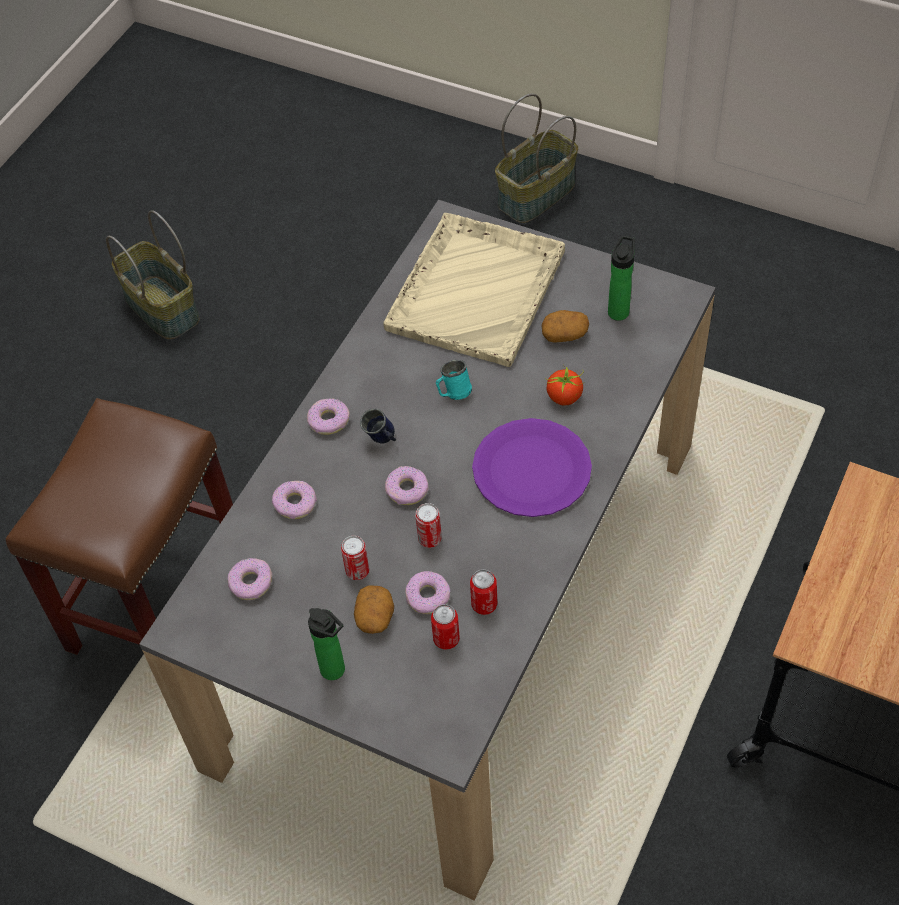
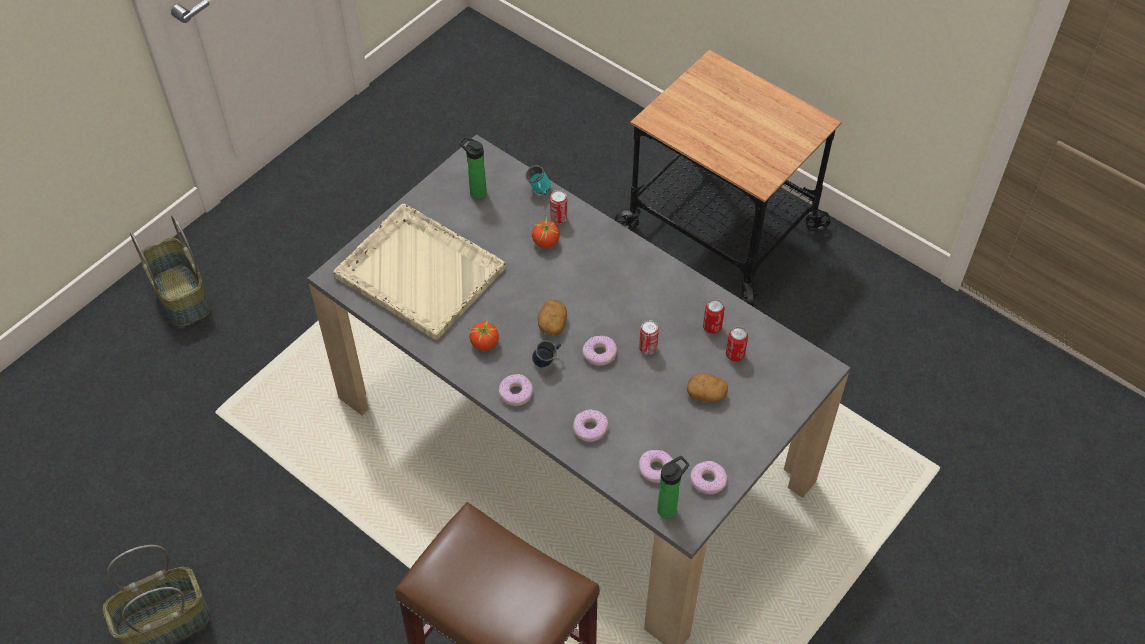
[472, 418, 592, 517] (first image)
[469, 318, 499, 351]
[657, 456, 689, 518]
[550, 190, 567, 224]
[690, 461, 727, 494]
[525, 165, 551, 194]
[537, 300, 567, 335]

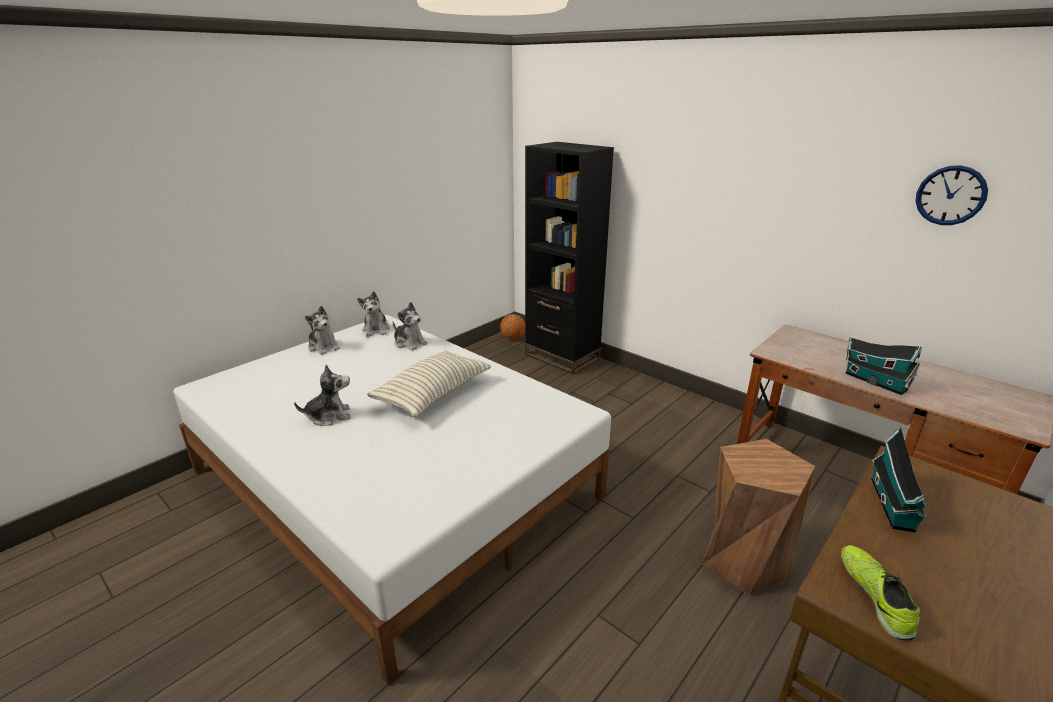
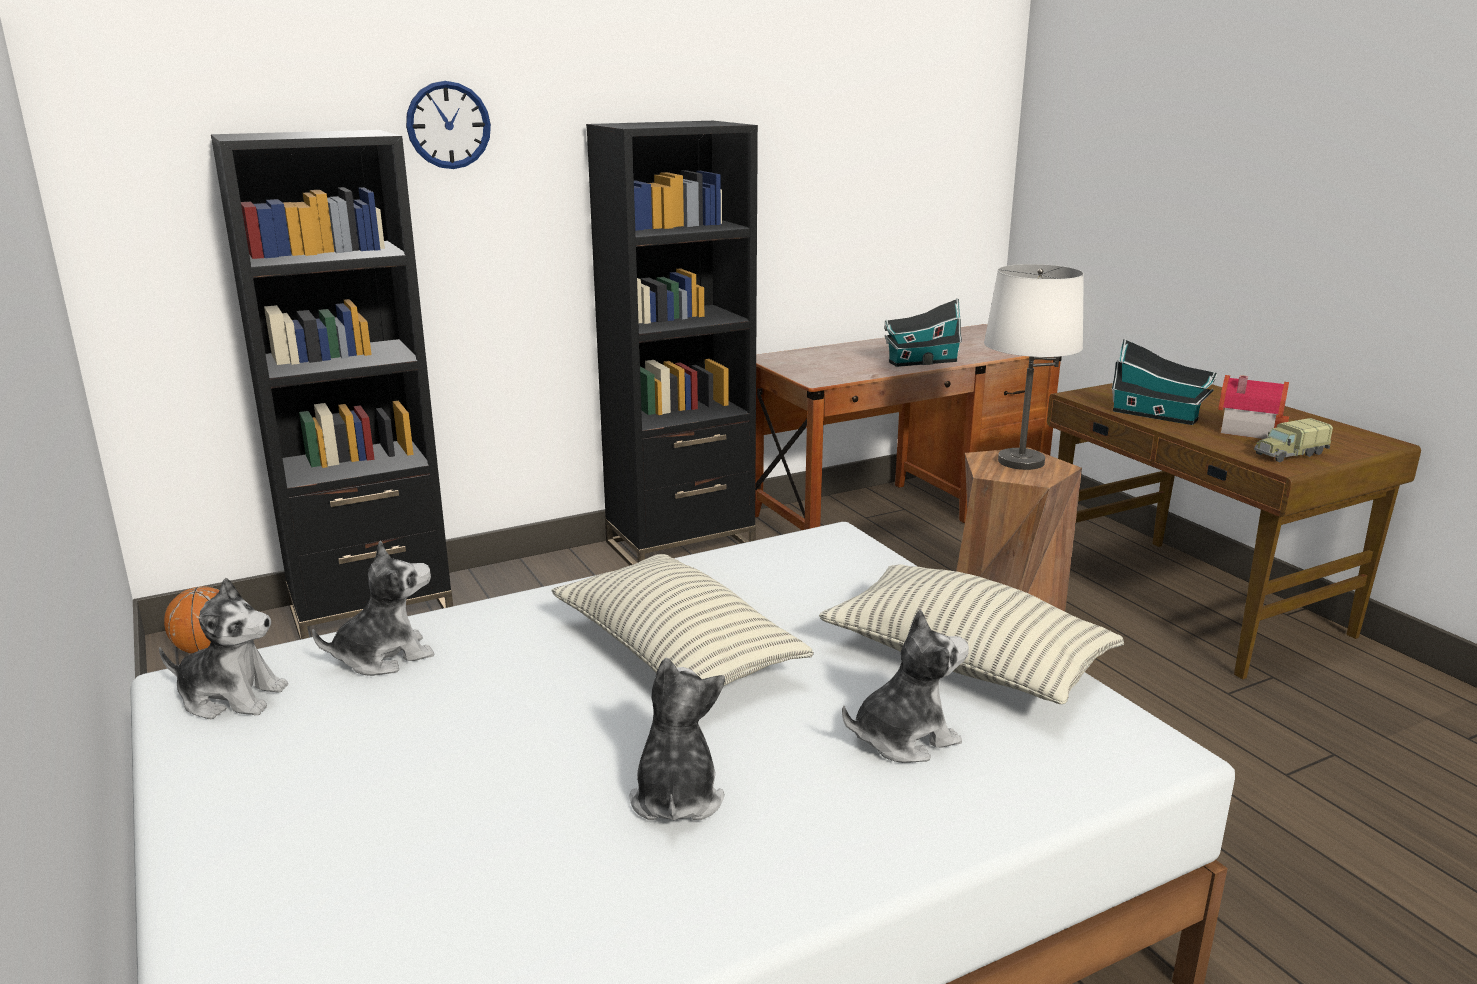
[586, 121, 758, 565]
[819, 564, 1124, 704]
[984, 264, 1084, 470]
[1218, 375, 1289, 439]
[842, 609, 969, 763]
[406, 81, 491, 169]
[1254, 418, 1333, 462]

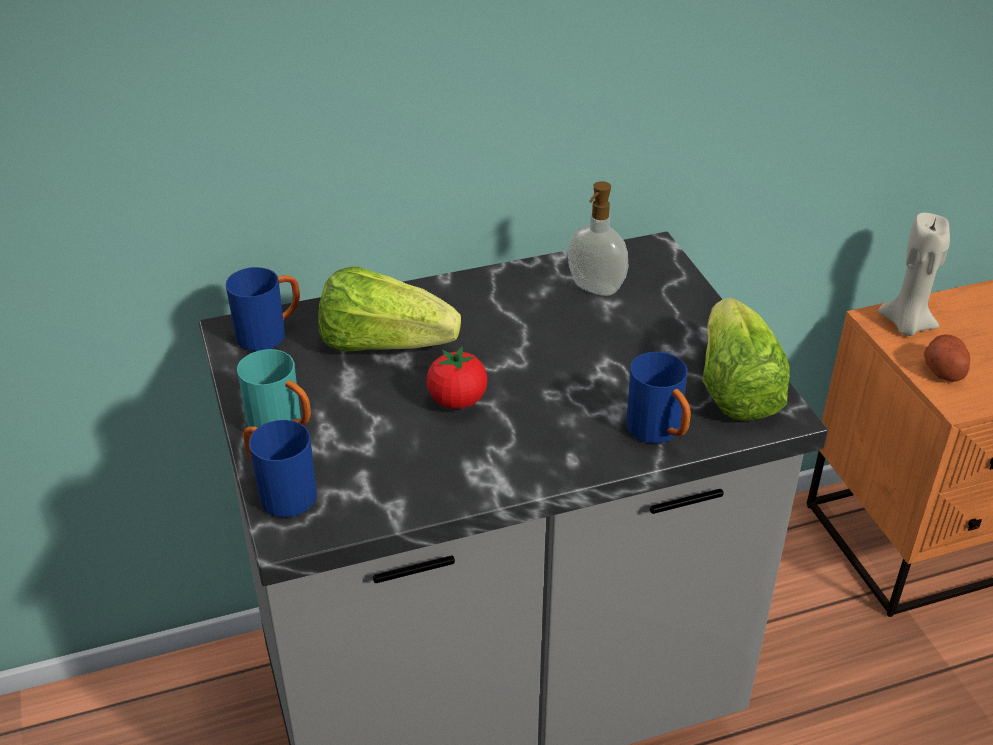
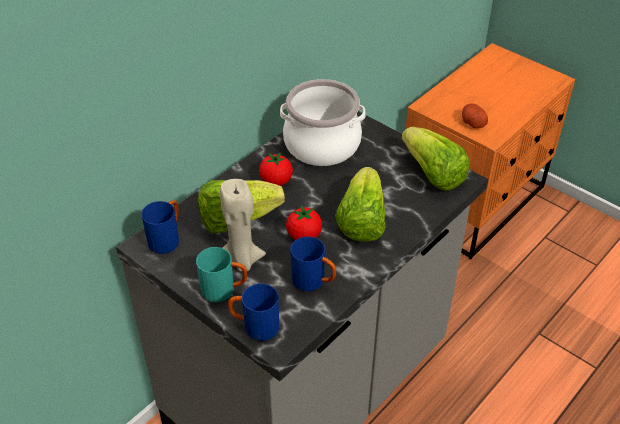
[259, 152, 293, 186]
[335, 167, 386, 242]
[290, 237, 336, 291]
[220, 179, 266, 271]
[280, 79, 366, 166]

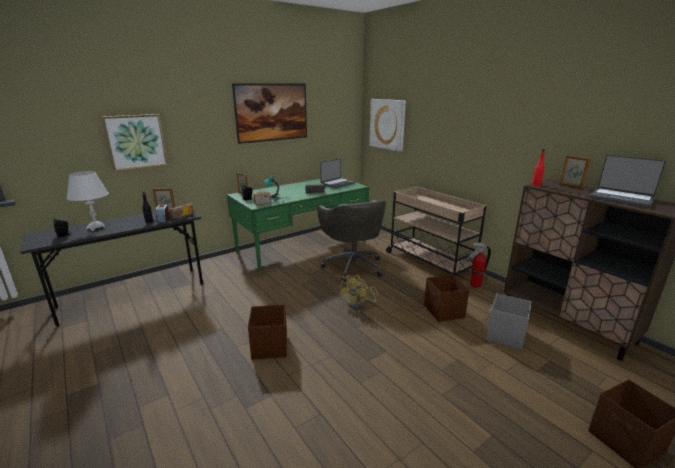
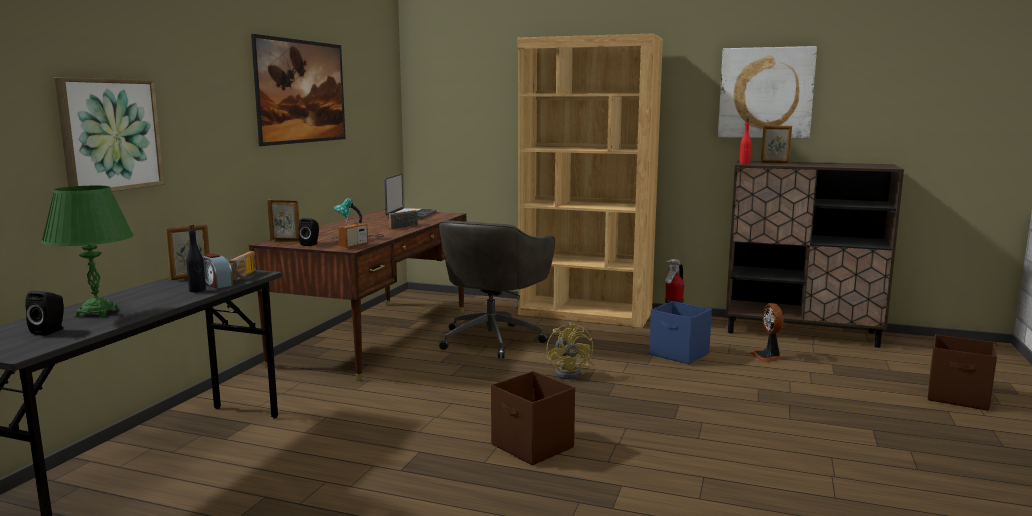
[590, 154, 666, 208] (first image)
[718, 46, 817, 139]
[518, 34, 663, 328]
[751, 303, 784, 362]
[41, 186, 133, 317]
[249, 209, 466, 381]
[649, 301, 712, 364]
[439, 220, 555, 358]

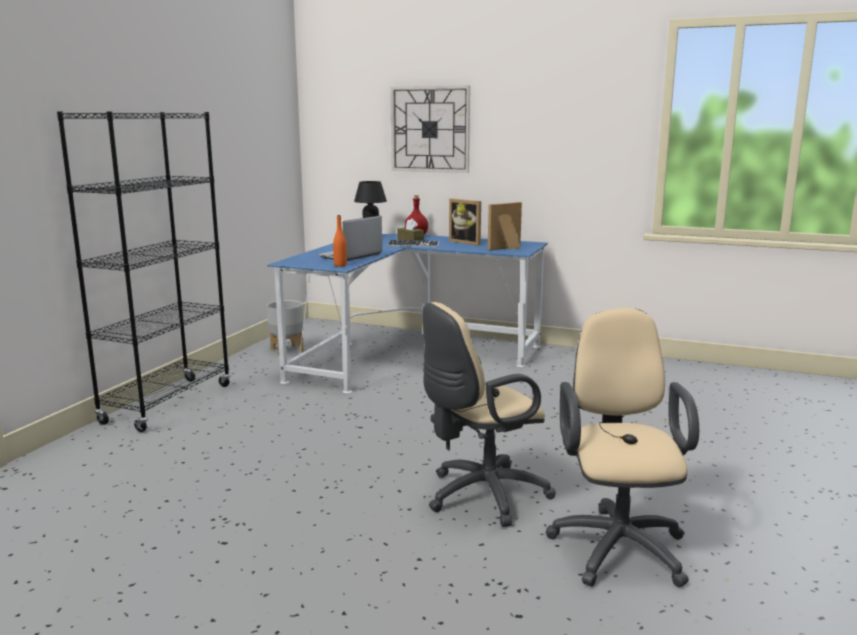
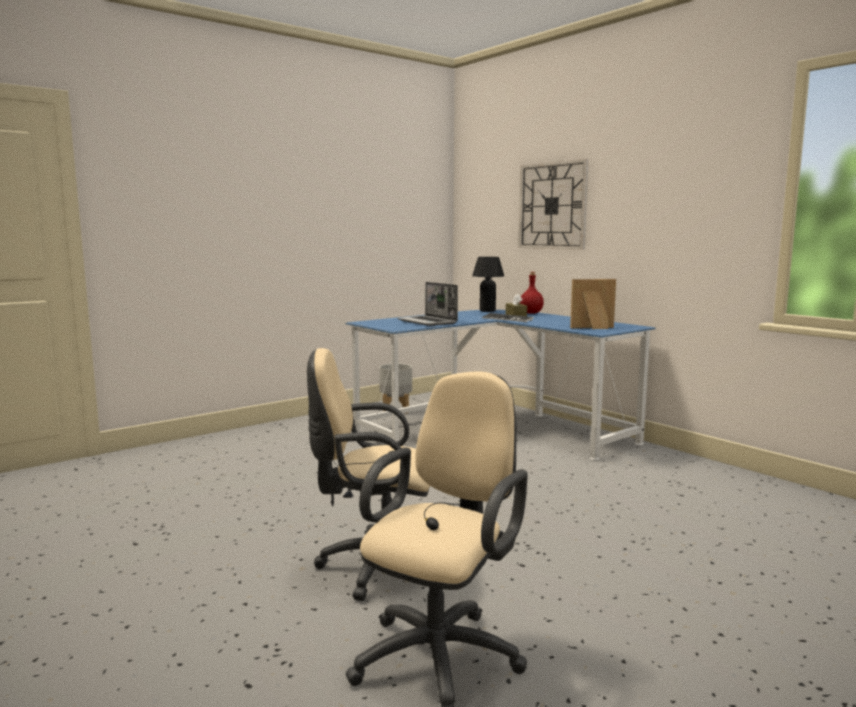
[57, 111, 230, 432] (first image)
[333, 215, 347, 267] (first image)
[449, 198, 481, 246] (first image)
[397, 282, 458, 326]

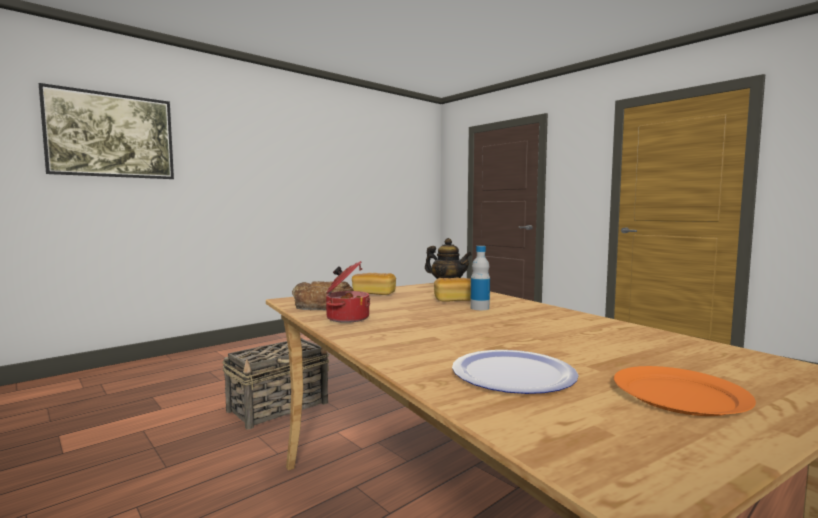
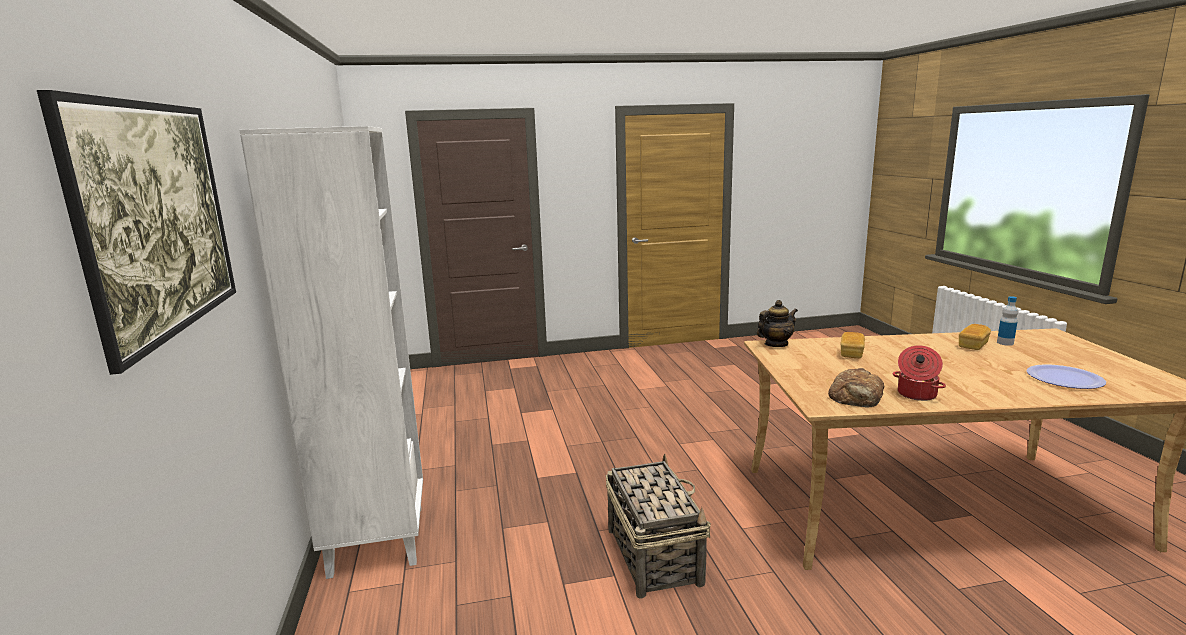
[614, 366, 756, 416] (first image)
[239, 126, 423, 579]
[959, 324, 991, 350]
[997, 296, 1018, 346]

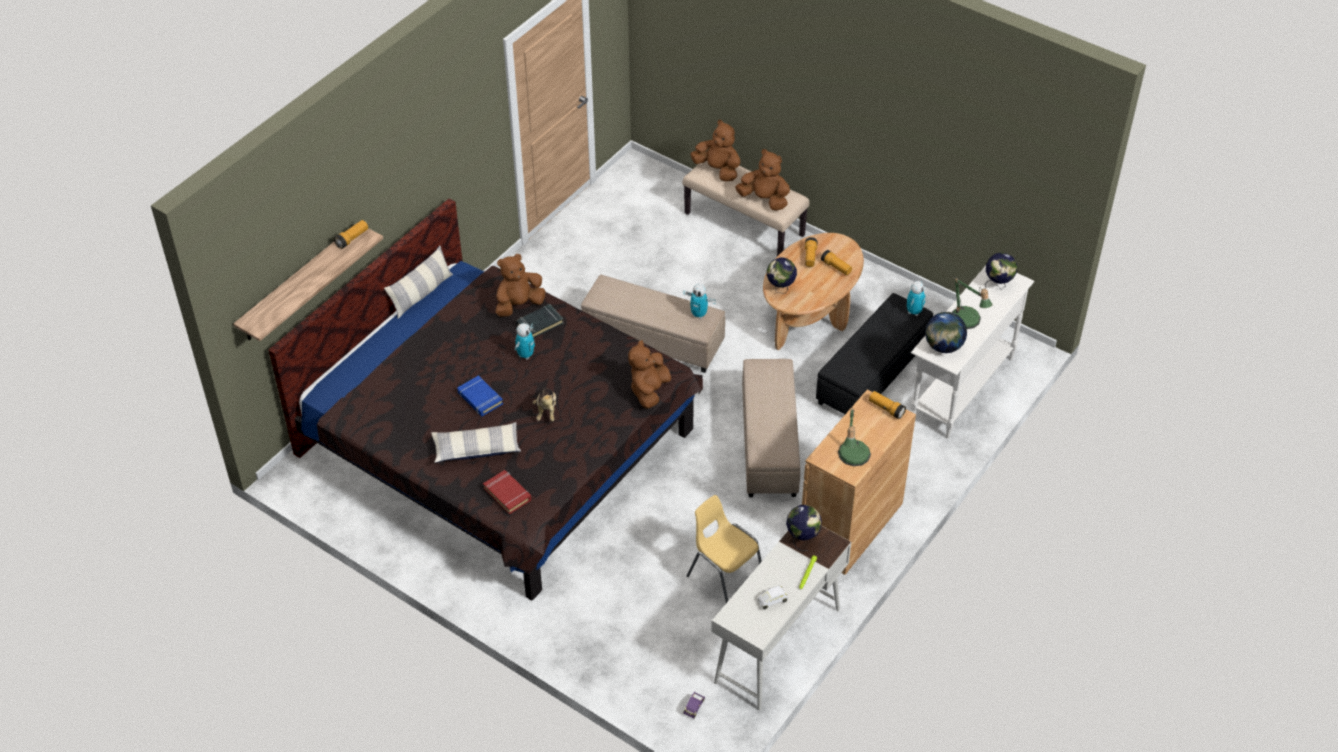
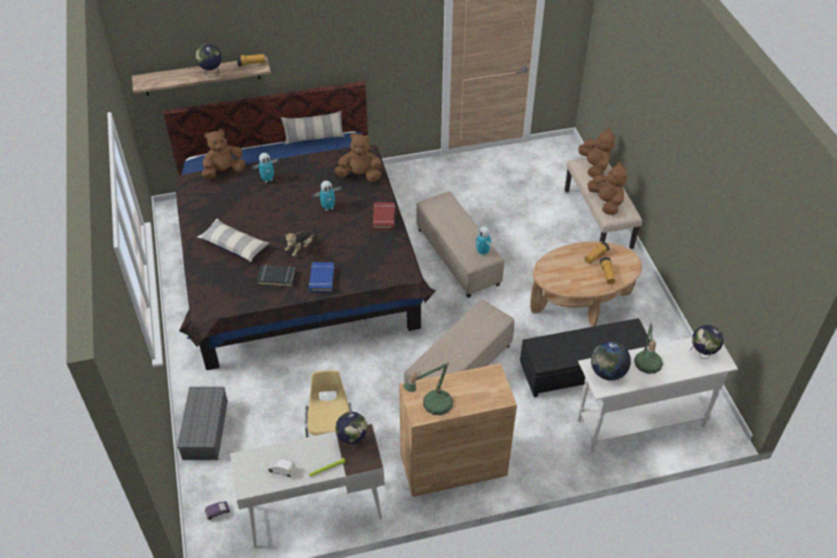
[869, 391, 906, 419] (first image)
[177, 387, 228, 460]
[309, 262, 334, 292]
[373, 202, 395, 229]
[257, 265, 295, 287]
[201, 129, 245, 179]
[195, 44, 222, 78]
[252, 153, 279, 182]

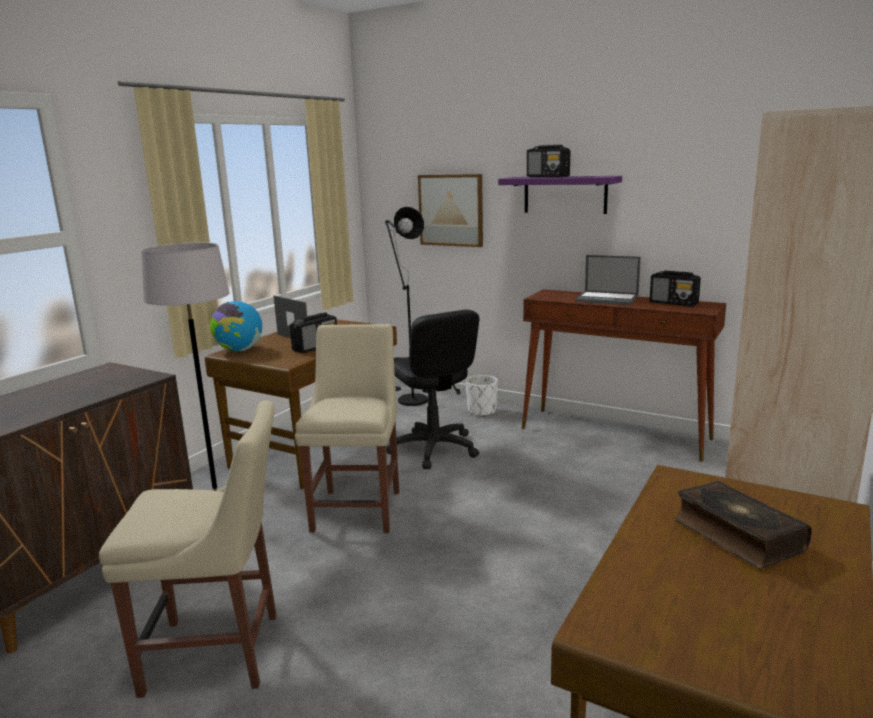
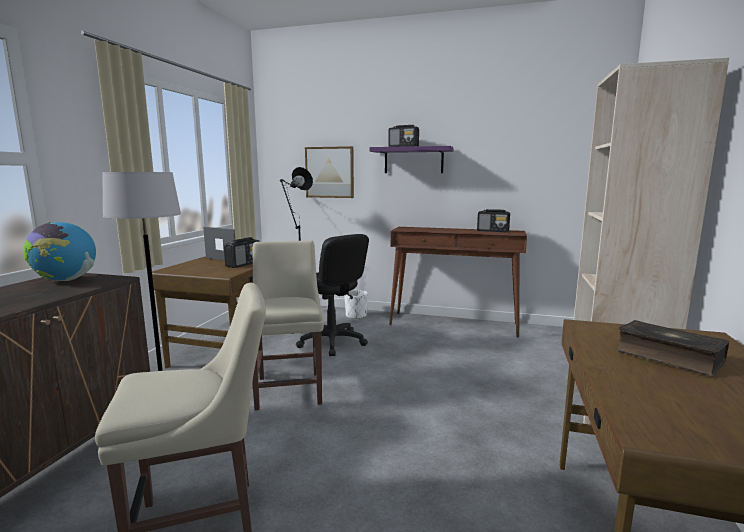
[575, 255, 640, 305] (first image)
[23, 222, 96, 281]

